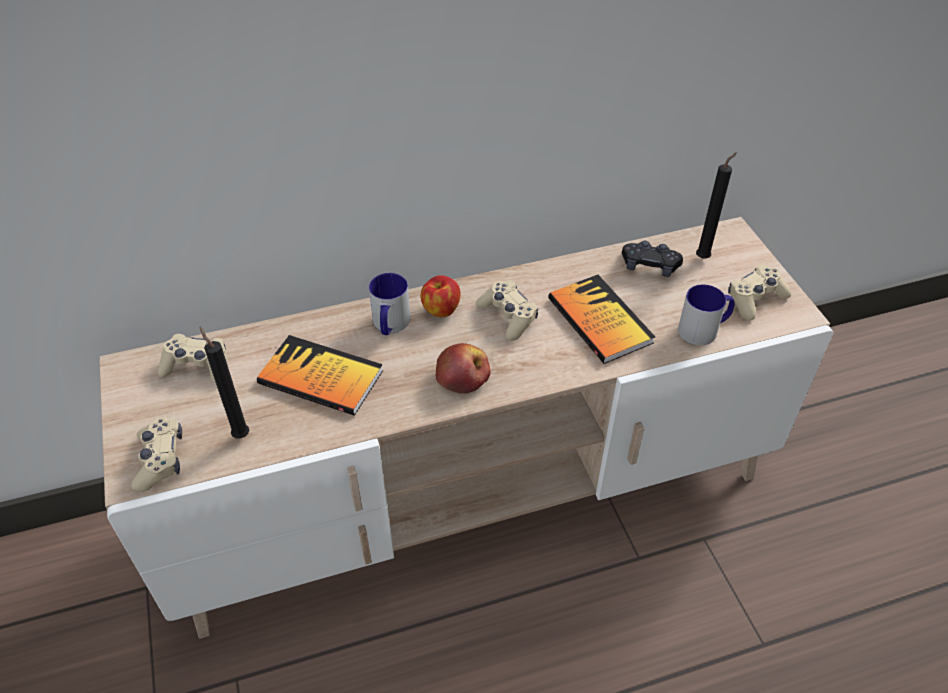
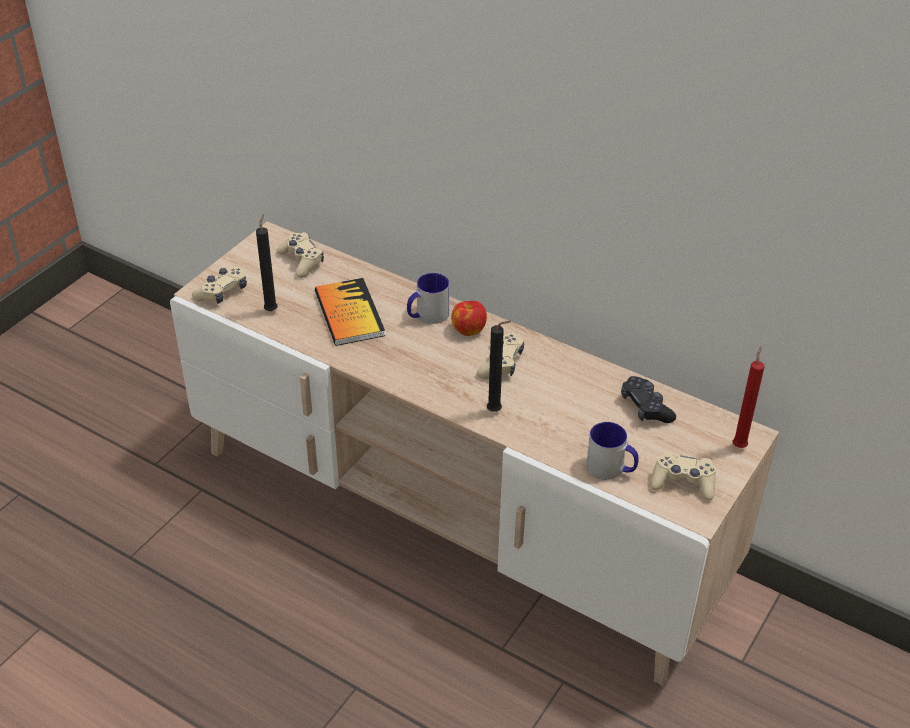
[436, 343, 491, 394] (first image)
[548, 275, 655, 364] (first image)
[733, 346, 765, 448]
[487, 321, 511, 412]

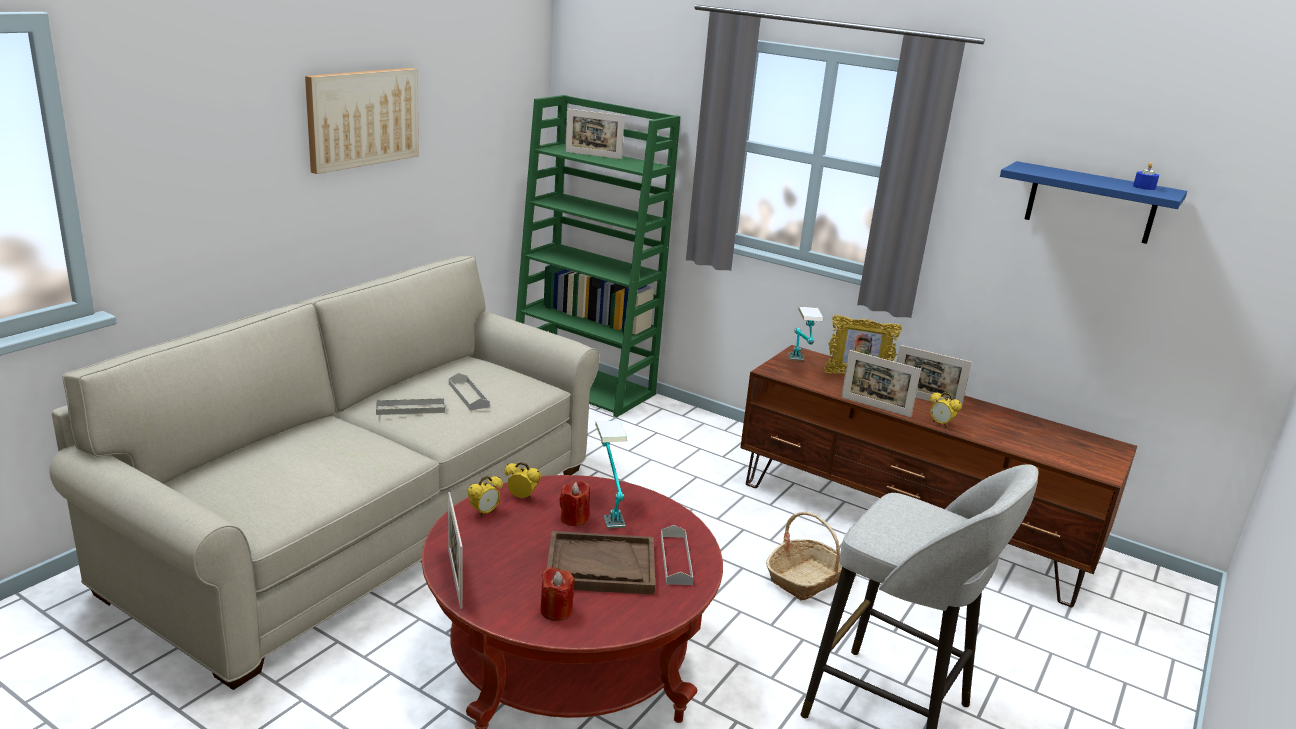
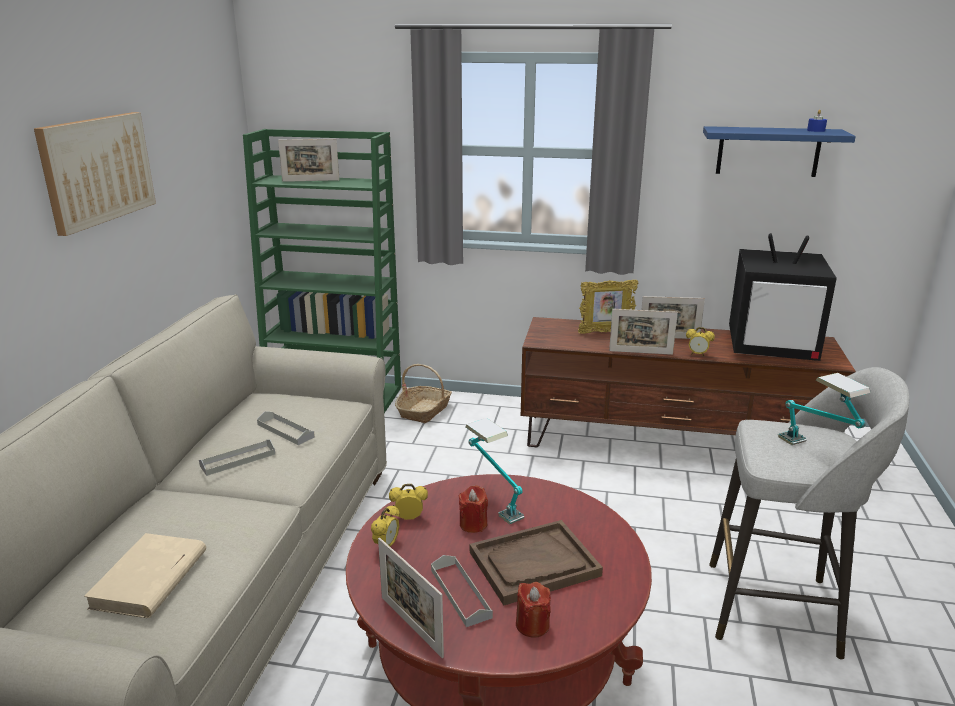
[84, 533, 206, 618]
[729, 233, 837, 361]
[431, 555, 493, 627]
[395, 364, 452, 423]
[778, 373, 871, 445]

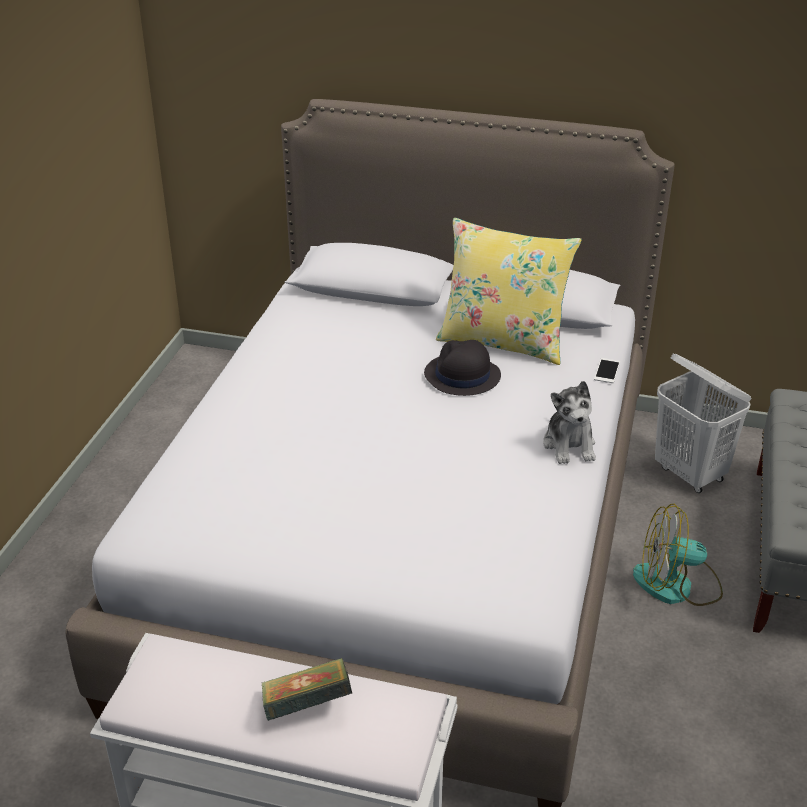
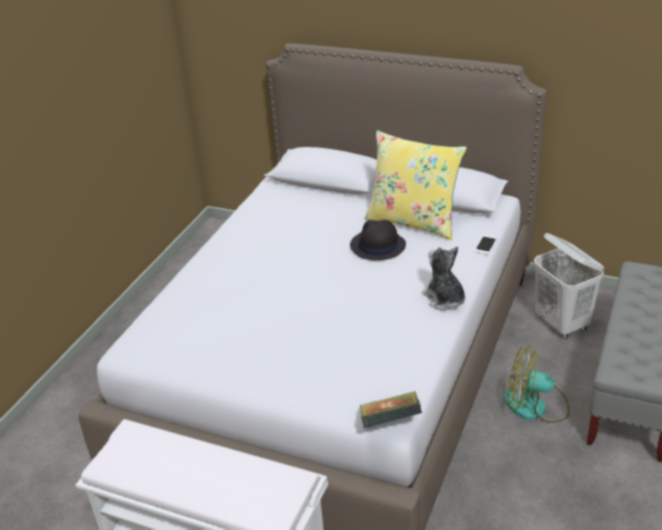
[360, 391, 422, 428]
[422, 247, 465, 310]

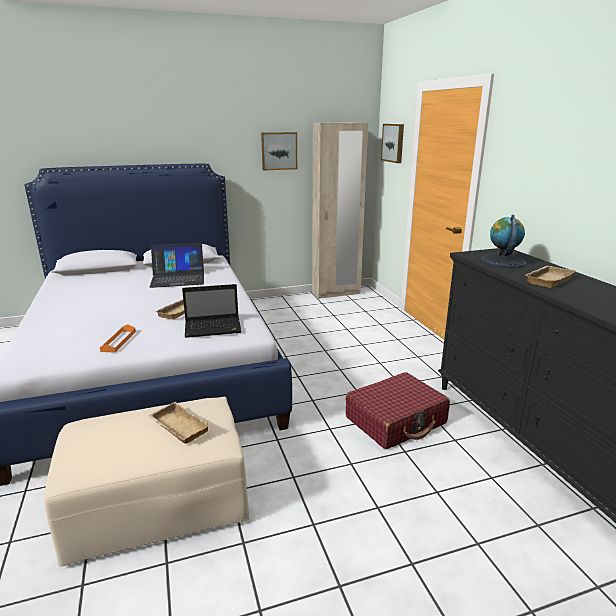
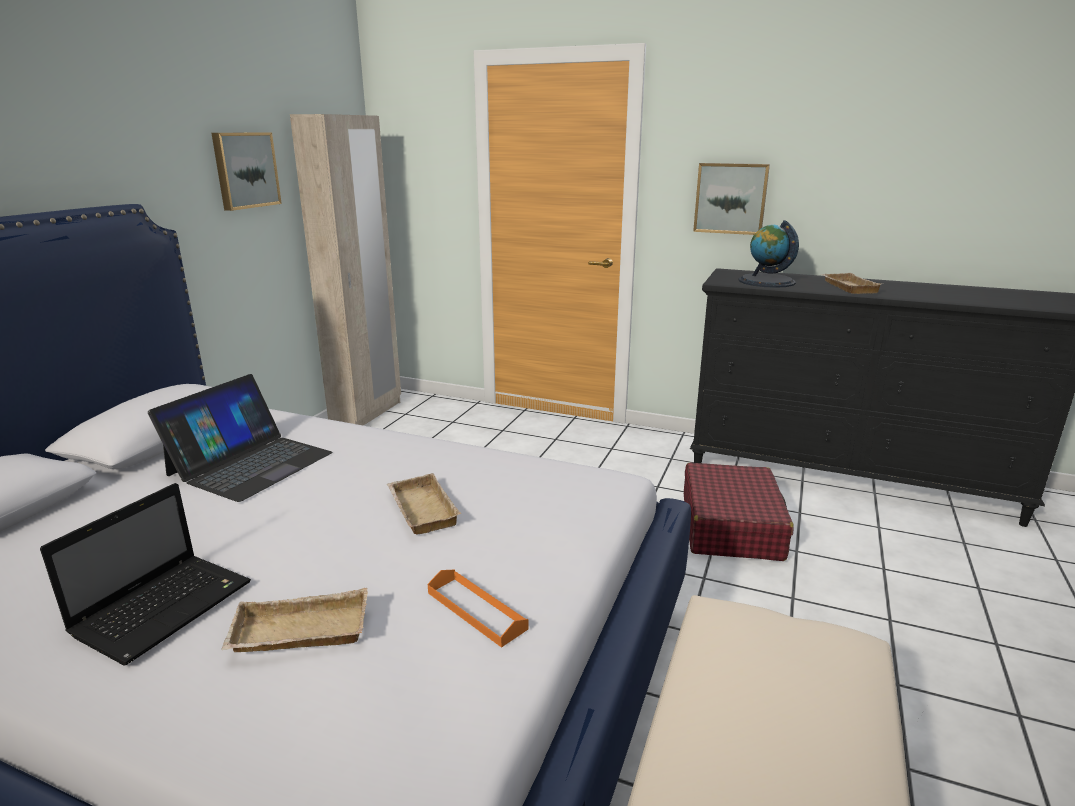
[221, 588, 368, 652]
[40, 483, 251, 666]
[693, 163, 770, 235]

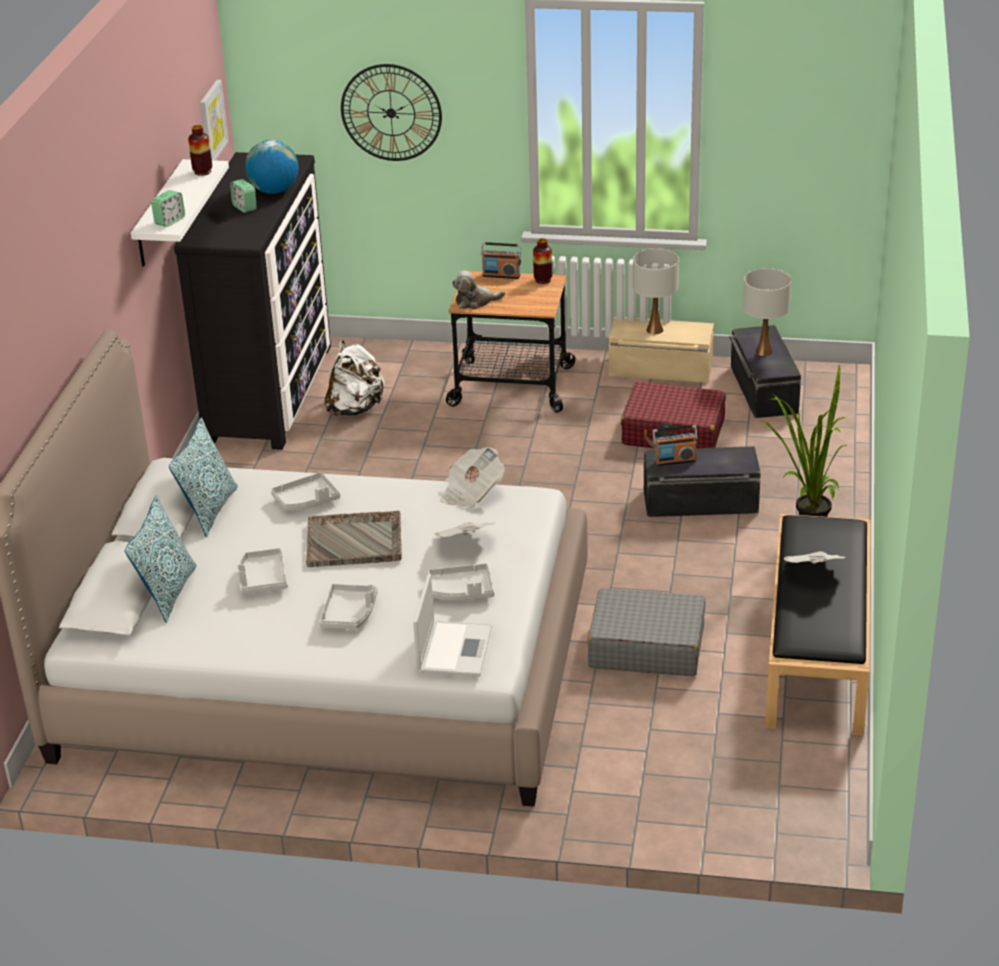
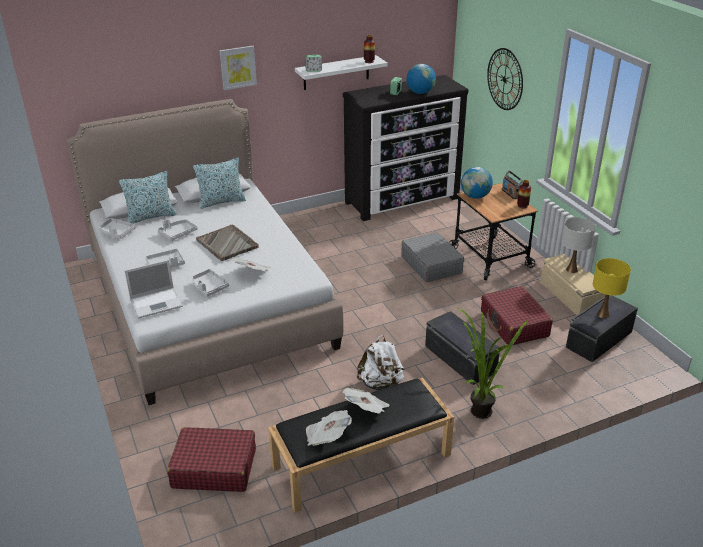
[653, 425, 698, 466] (first image)
[167, 427, 256, 492]
[219, 46, 257, 90]
[99, 218, 136, 239]
[357, 335, 405, 390]
[306, 410, 352, 446]
[401, 232, 464, 282]
[461, 167, 493, 199]
[593, 258, 631, 318]

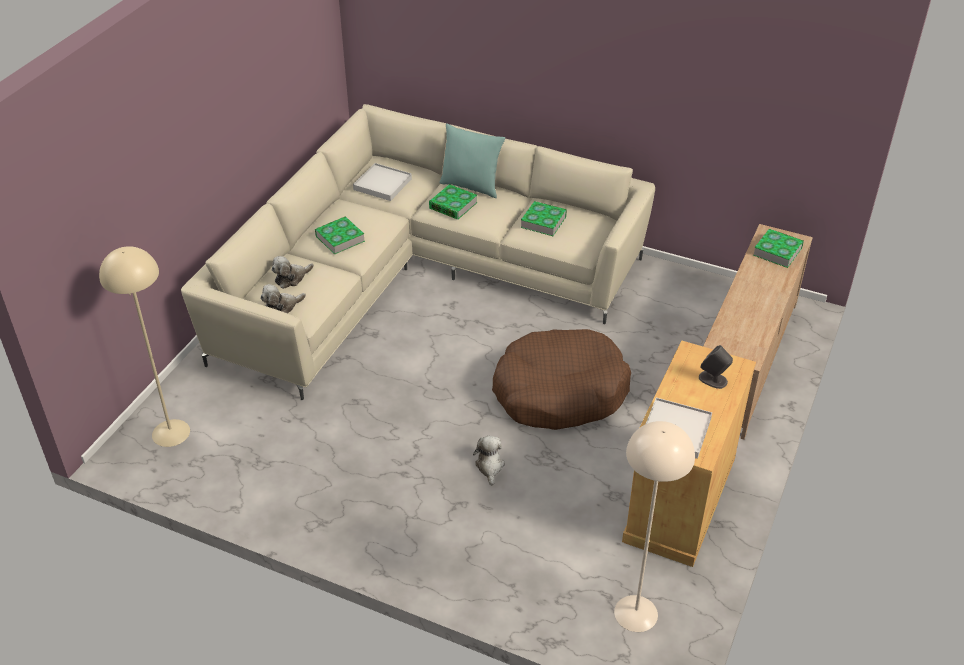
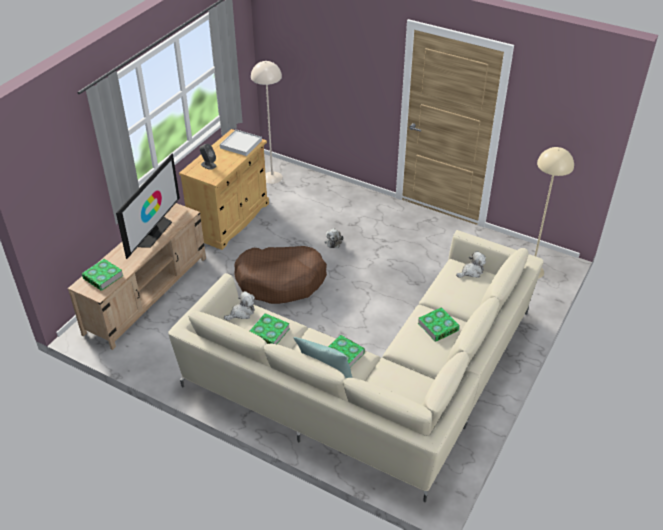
[353, 163, 412, 201] (first image)
[116, 154, 180, 259]
[224, 291, 255, 320]

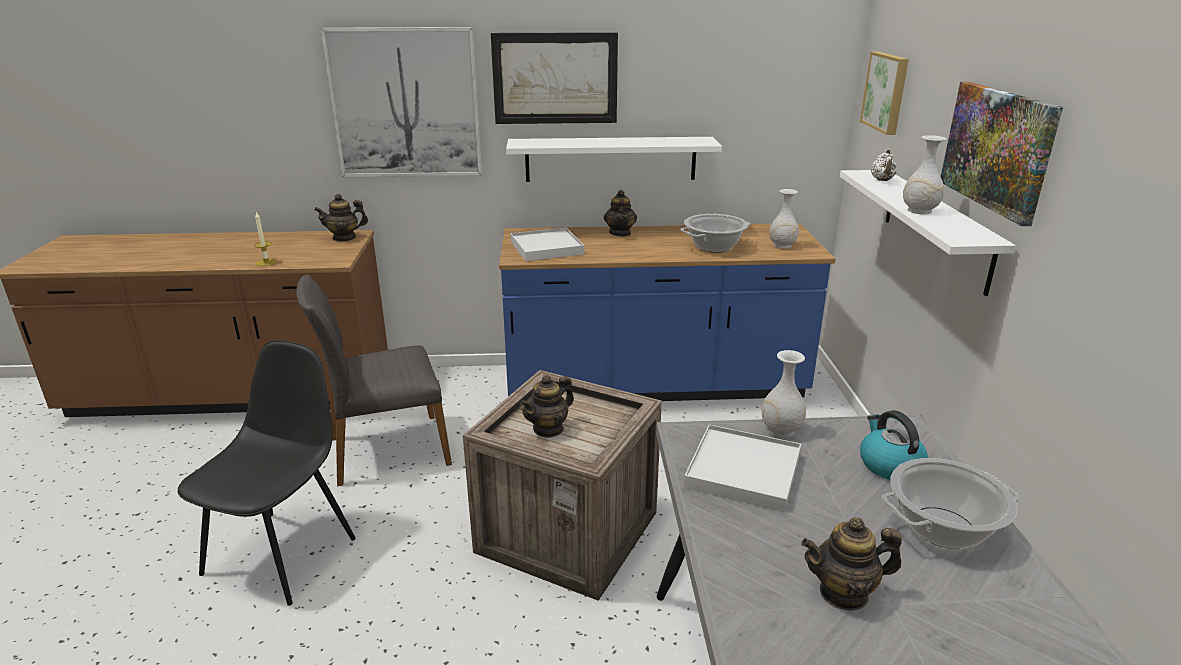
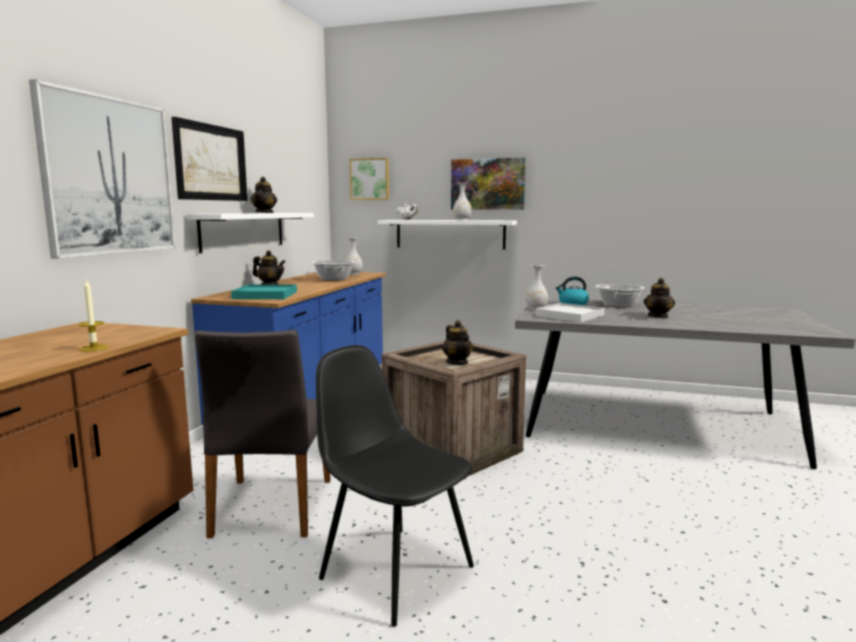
[250, 177, 277, 213]
[231, 284, 297, 299]

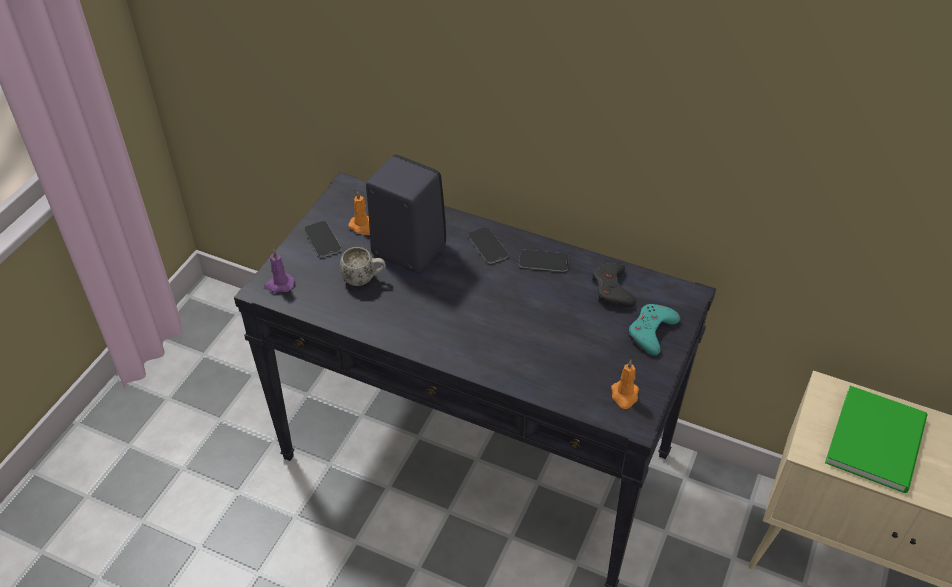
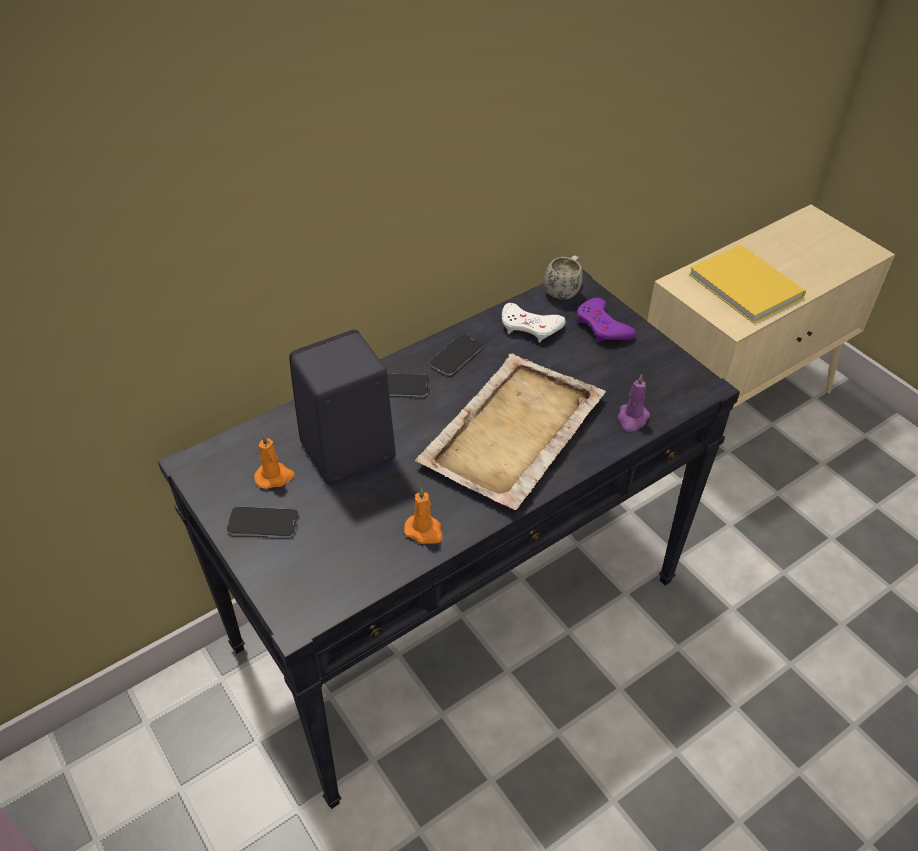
[415, 354, 606, 510]
[618, 374, 650, 432]
[544, 255, 583, 300]
[404, 487, 443, 544]
[502, 303, 566, 343]
[577, 298, 636, 342]
[689, 245, 806, 323]

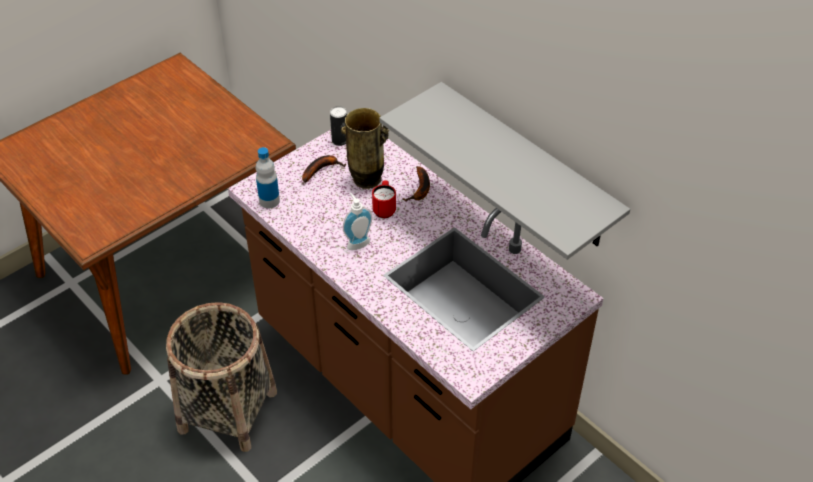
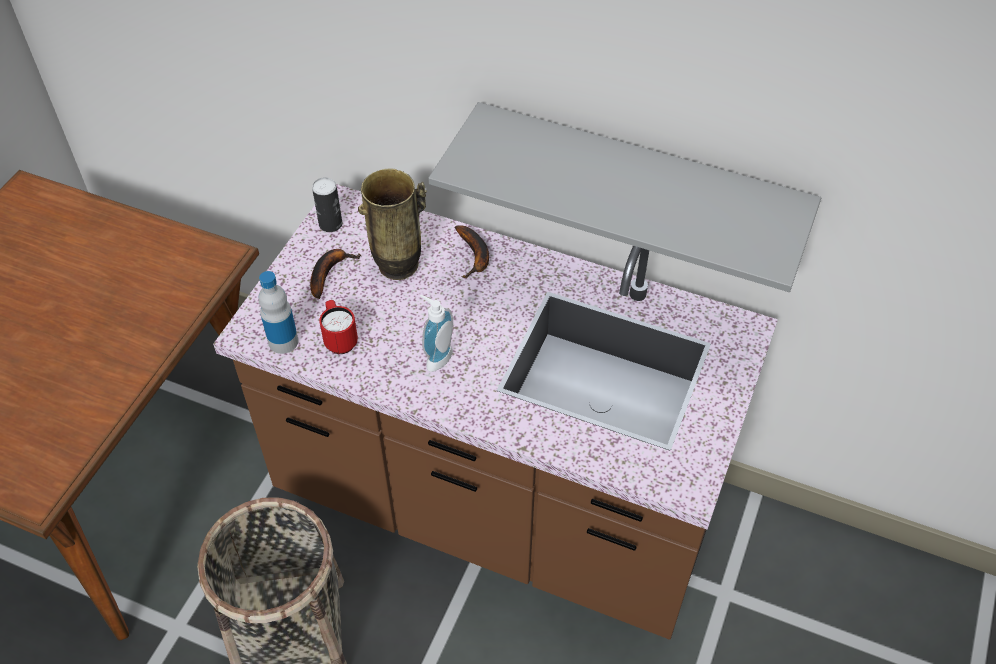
[319, 300, 358, 354]

